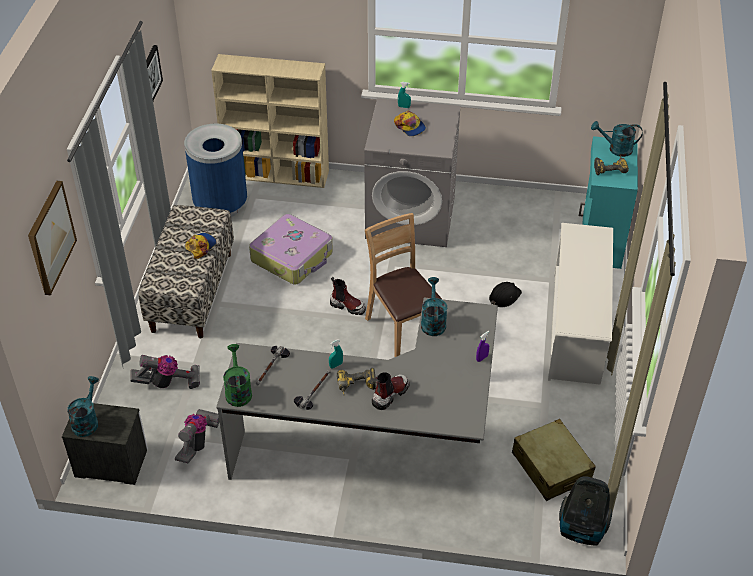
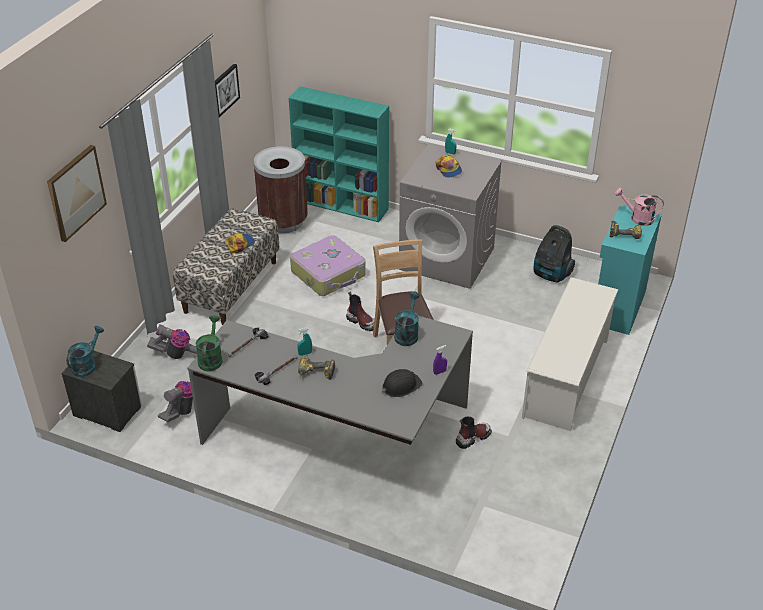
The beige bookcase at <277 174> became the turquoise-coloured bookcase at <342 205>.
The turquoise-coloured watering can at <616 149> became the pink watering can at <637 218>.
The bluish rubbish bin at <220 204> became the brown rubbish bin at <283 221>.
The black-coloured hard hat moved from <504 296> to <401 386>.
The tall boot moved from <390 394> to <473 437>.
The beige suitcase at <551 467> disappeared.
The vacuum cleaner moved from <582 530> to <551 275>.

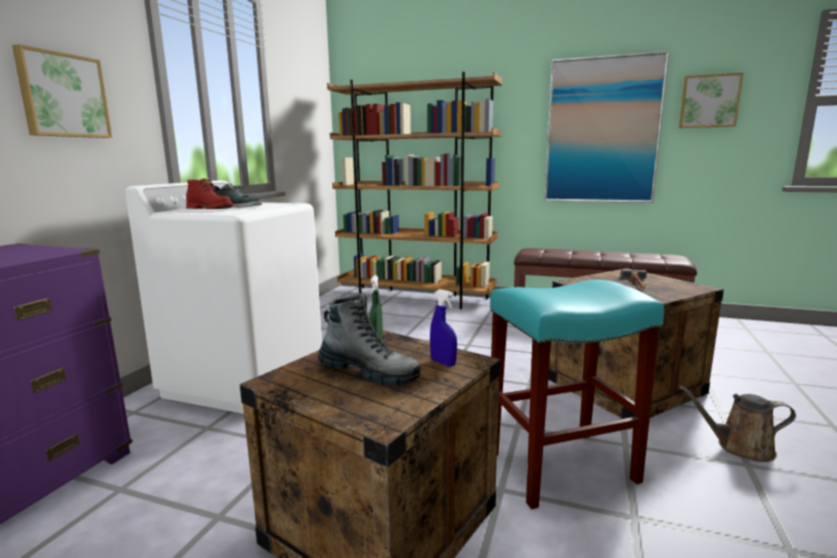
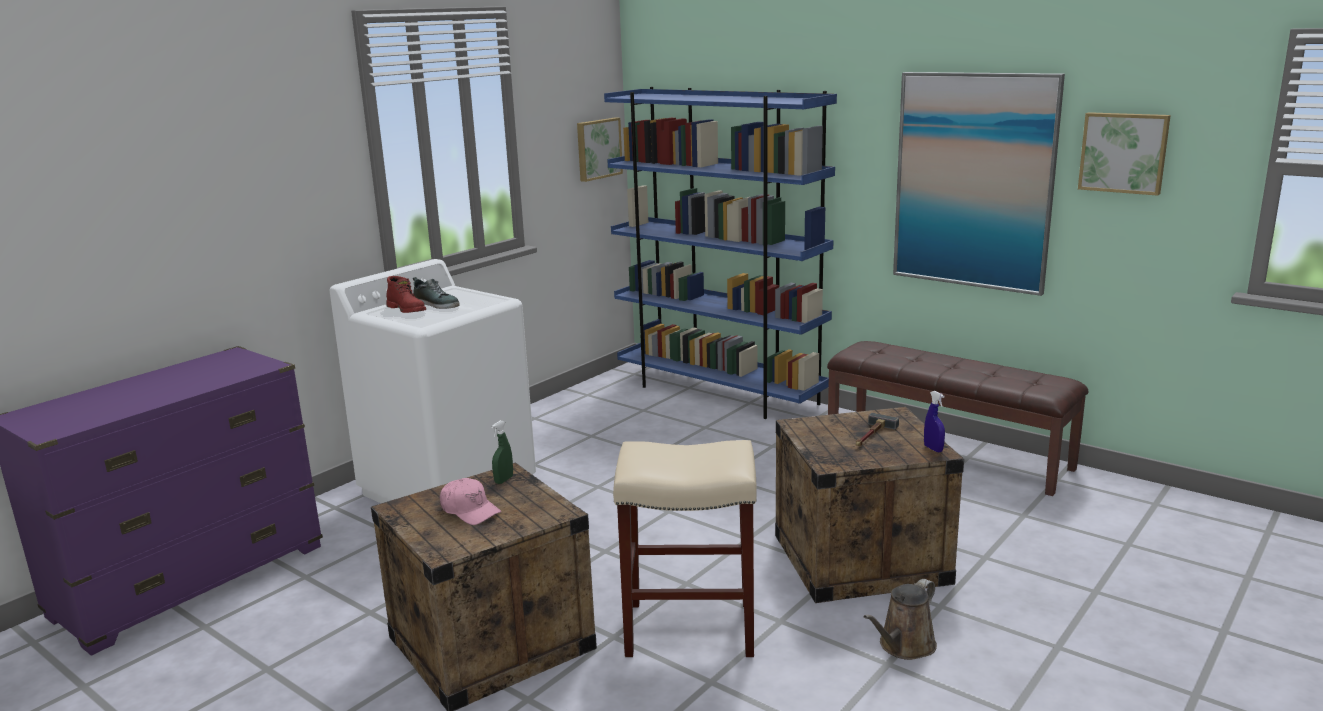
The wall picture moved from <63 95> to <597 148>.
The brown bookcase at <416 298> became the bluish bookcase at <720 393>.
The turquoise-coloured sitting stool at <560 468> became the beige sitting stool at <688 629>.
The bluish spray bottle moved from <443 363> to <933 449>.
The tall boot at <369 372> was replaced by the pink baseball cap at <470 510>.
The brown watering can at <740 447> turned 75 degrees counterclockwise.

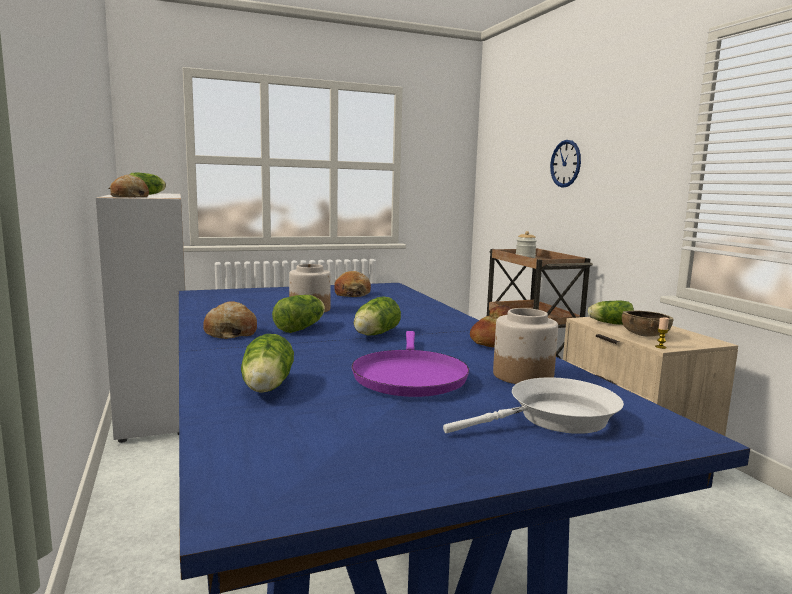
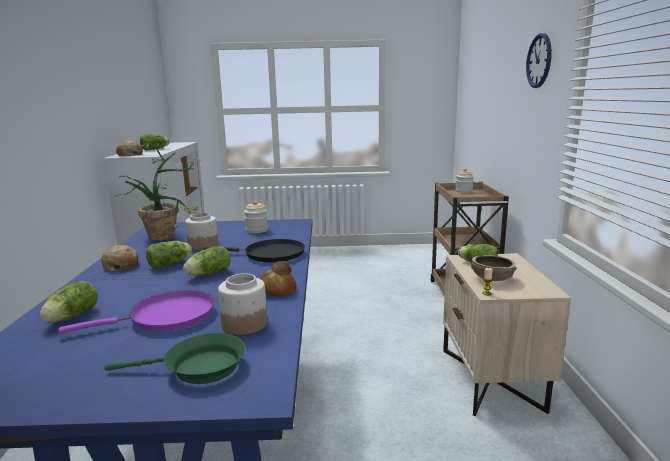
The wall clock moved from <565 163> to <539 61>.
The baked bread at <352 293> was replaced by the storage jar at <257 230>.
The purple frying pan at <409 377> turned 135 degrees counterclockwise.
The white-coloured frying pan at <555 419> became the green-coloured frying pan at <198 368>.
The houseplant at <169 235> appeared.
The black-coloured frying pan at <270 254> appeared.

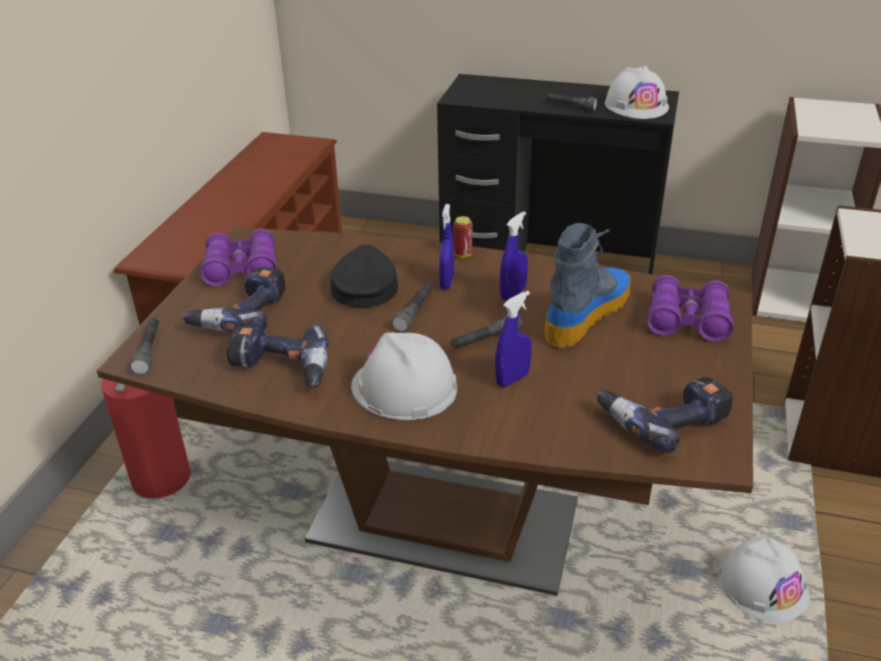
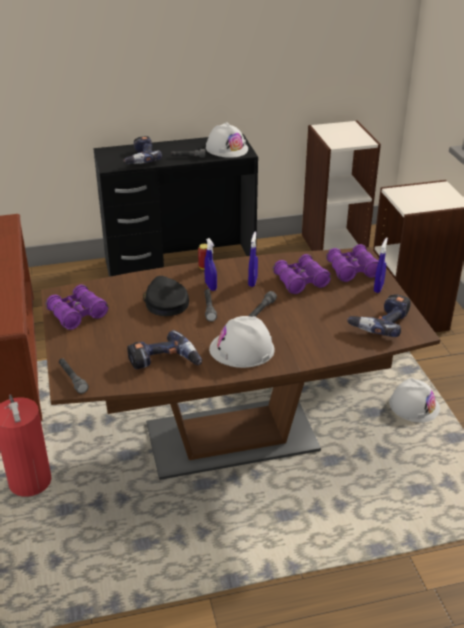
The tall boot at <586 314> was replaced by the purple pair of binoculars at <300 281>.
The electric drill moved from <241 314> to <140 158>.
The bluish spray bottle moved from <512 379> to <378 288>.

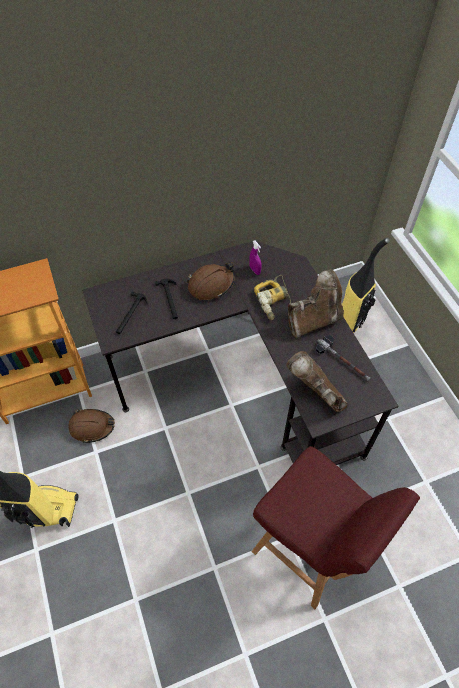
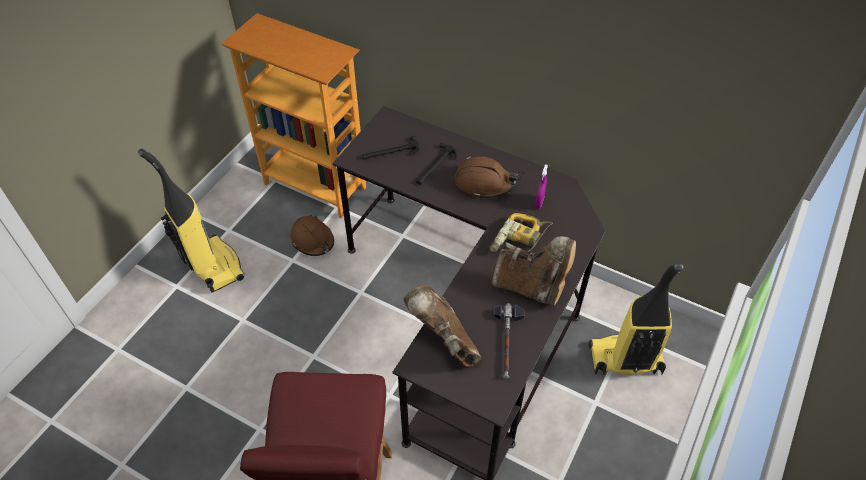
The brown tall boot at <314 393> turned 45 degrees counterclockwise.

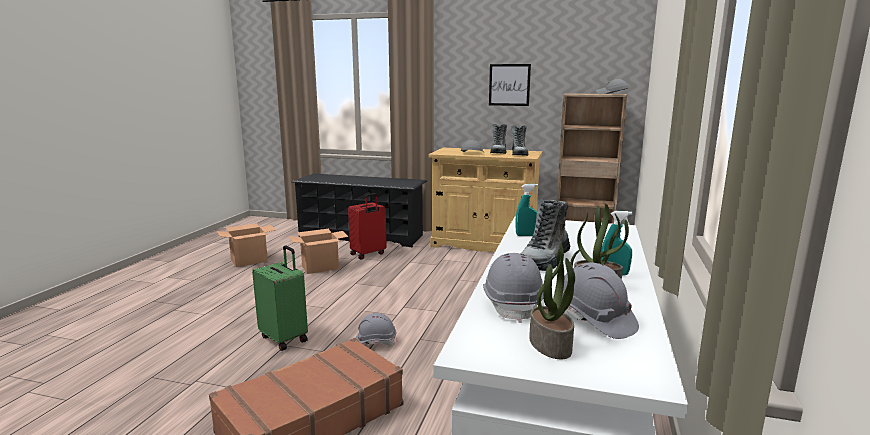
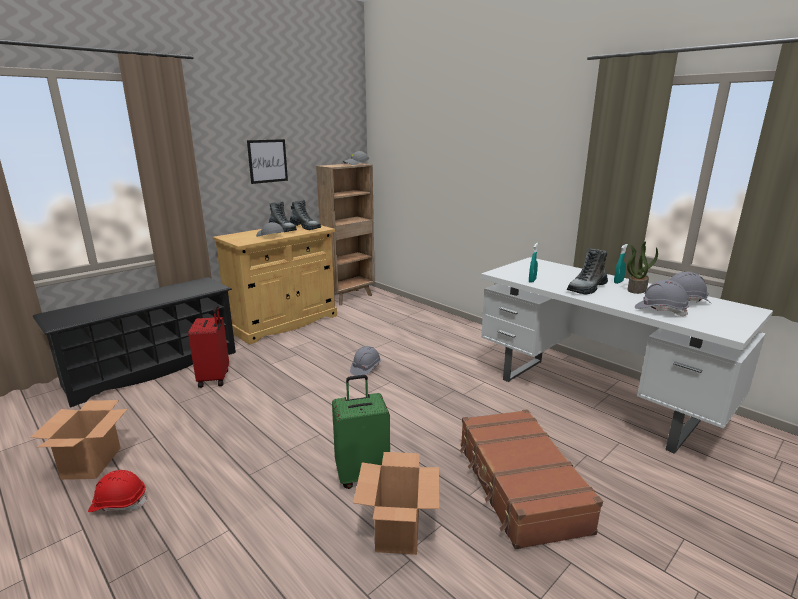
The tall boot at <544 260> turned 75 degrees clockwise.
The packing box moved from <320 267> to <397 529>.
The houseplant at <551 345> disappeared.
The gray hard hat moved from <374 342> to <365 369>.
The red-coloured hard hat at <119 503> appeared.

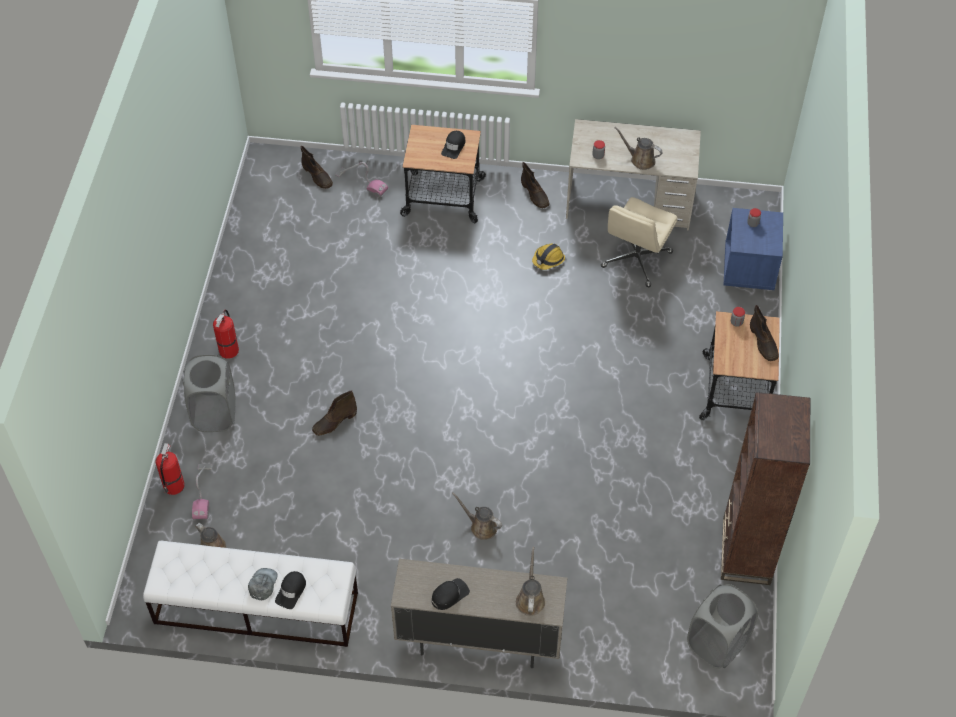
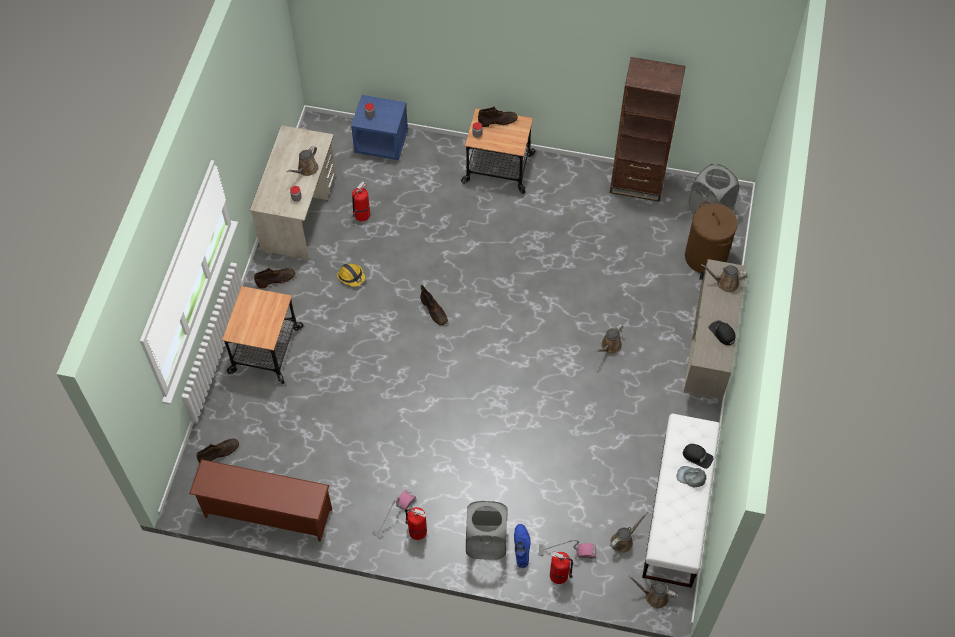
The black-coloured baseball cap at <454 147> disappeared.
The vacuum cleaner moved from <361 183> to <393 515>.
The beige computer chair at <636 260> was replaced by the fire-fighting cylinder at <361 215>.
The brown tall boot moved from <334 422> to <434 311>.
The brown washing basket at <706 257> appeared.
The brown shoe rack at <266 514> appeared.
The bluish tall boot at <521 546> appeared.
The brown watering can at <654 596> appeared.

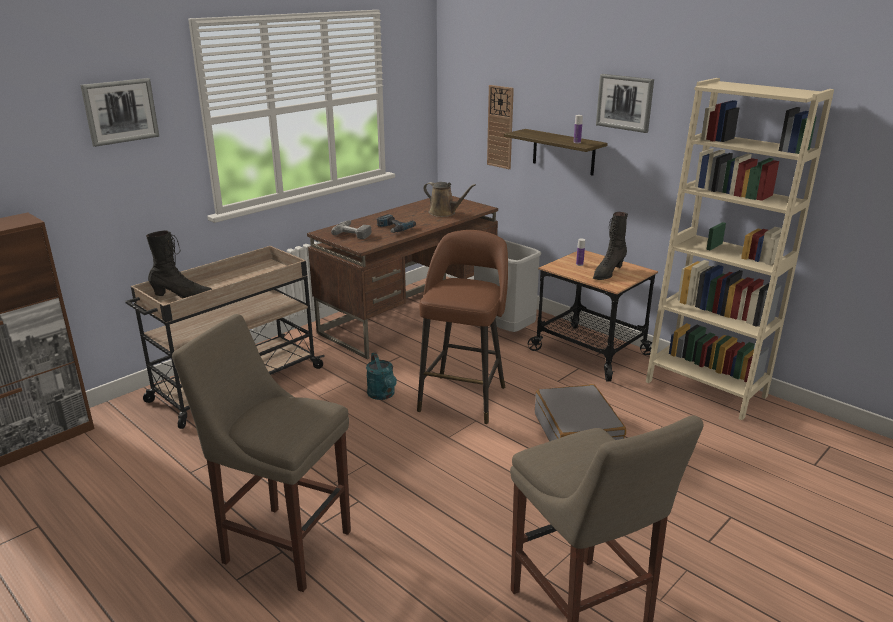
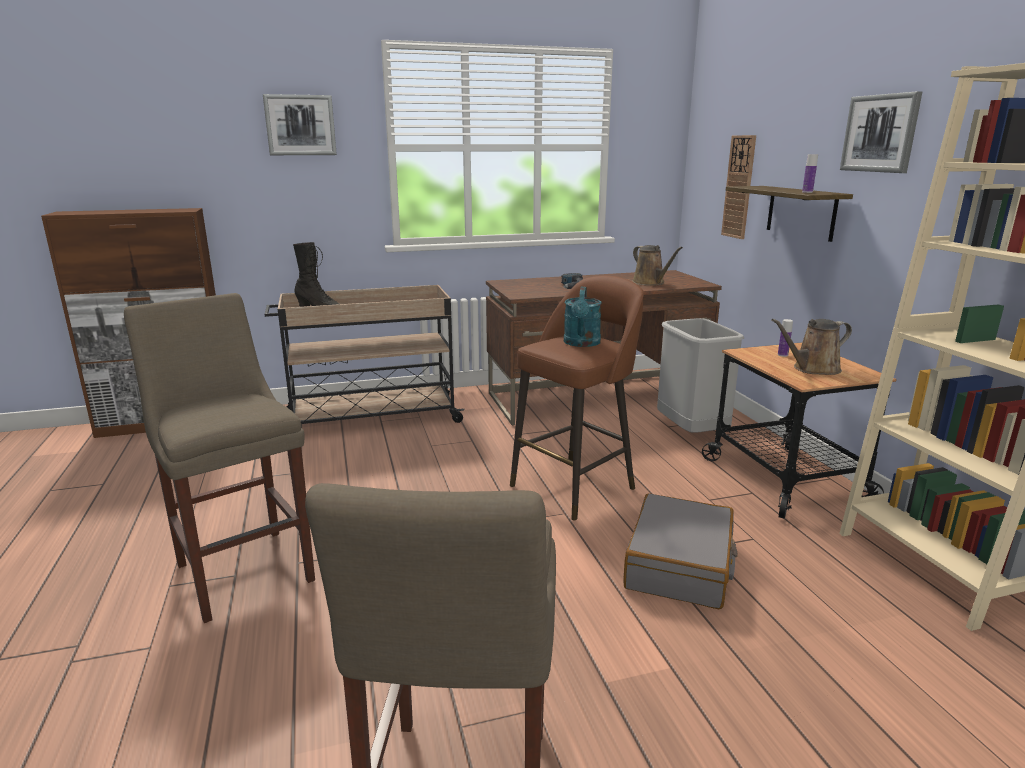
The black-coloured tall boot at <607 273> was replaced by the brown watering can at <812 369>.
The electric drill at <354 233> disappeared.
The turquoise-coloured watering can moved from <383 395> to <581 343>.

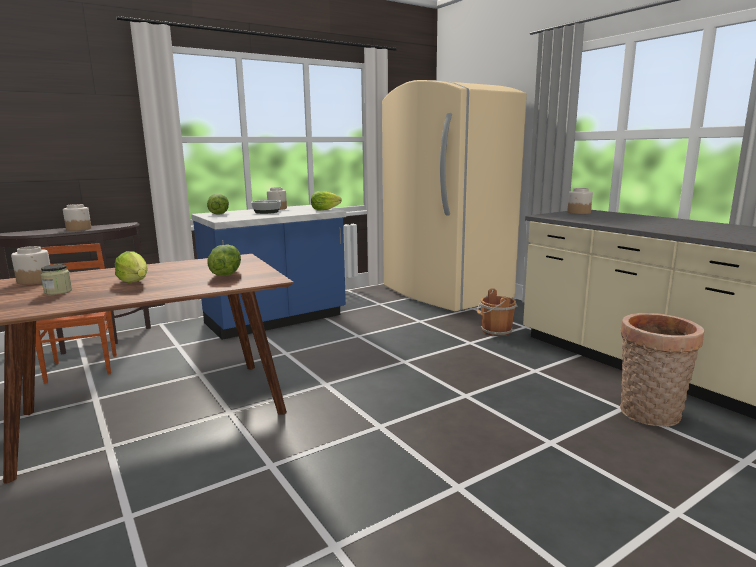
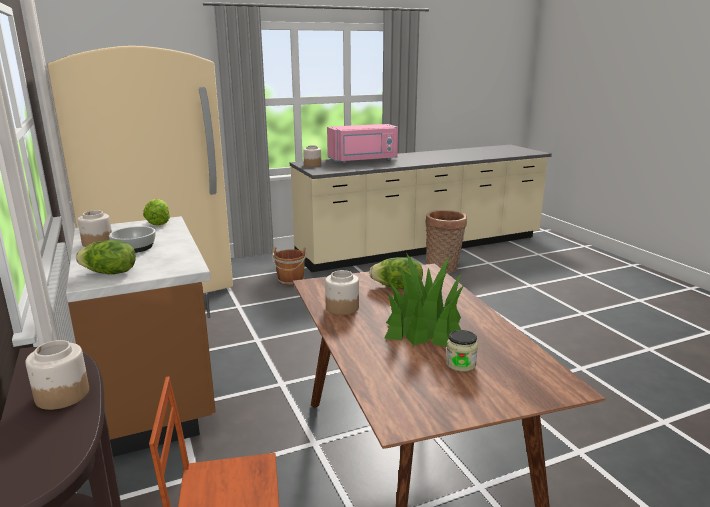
The bluish kitchen base unit at <276 320> became the brown kitchen base unit at <155 391>.
The storage jar moved from <35 280> to <341 307>.
The lettuce at <135 282> was replaced by the houseplant at <423 326>.
The pink kitchen microwave at <363 160> appeared.

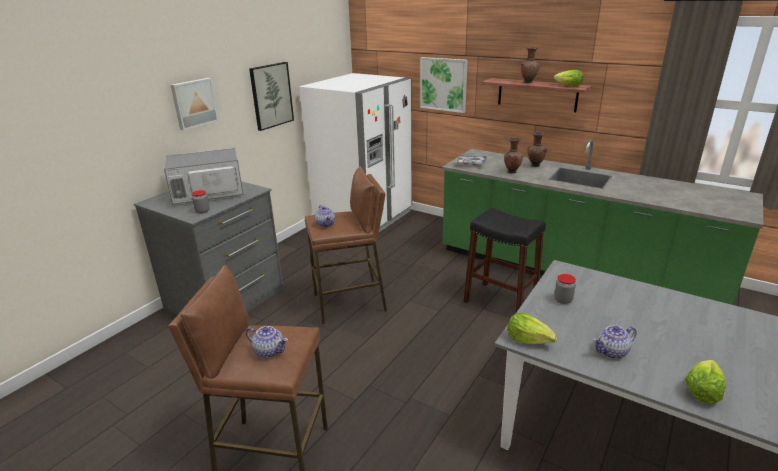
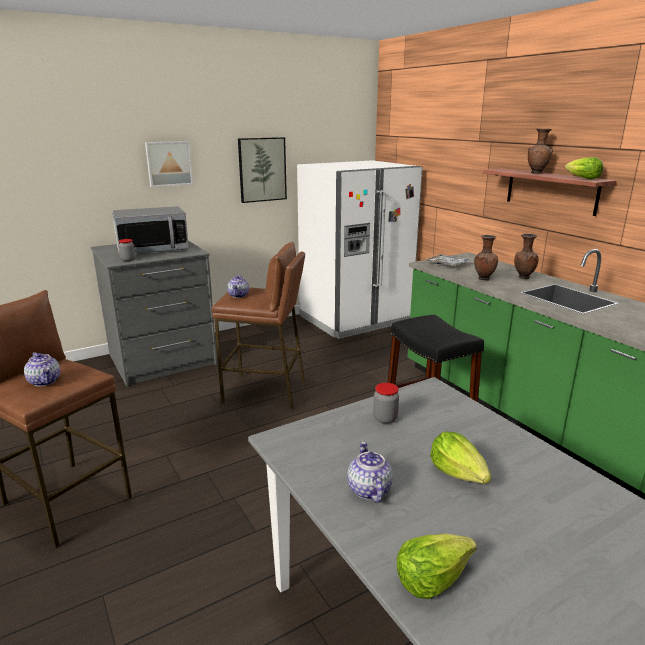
The wall picture at <443 84> disappeared.
The kitchen microwave at <208 194> turned 150 degrees clockwise.
The lettuce moved from <528 339> to <458 473>.
The teapot at <611 352> turned 75 degrees clockwise.

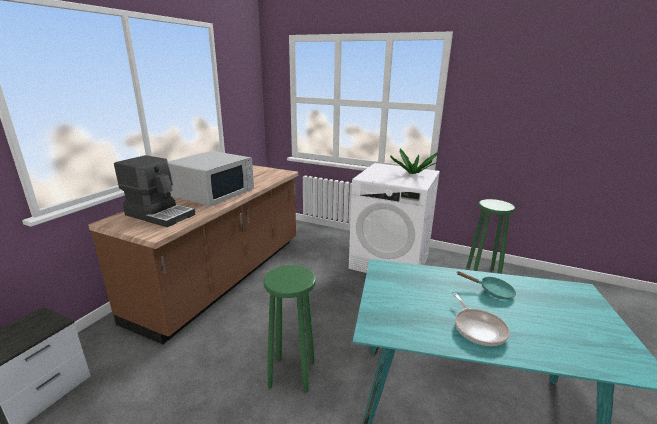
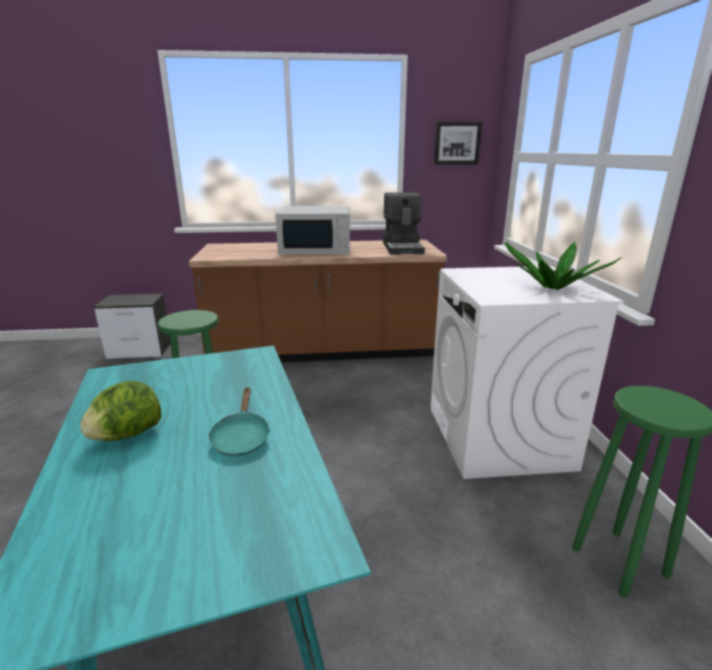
The coffee maker moved from <160 214> to <403 248>.
The frying pan at <478 328> was replaced by the lettuce at <127 435>.
The wall picture at <457 143> appeared.

